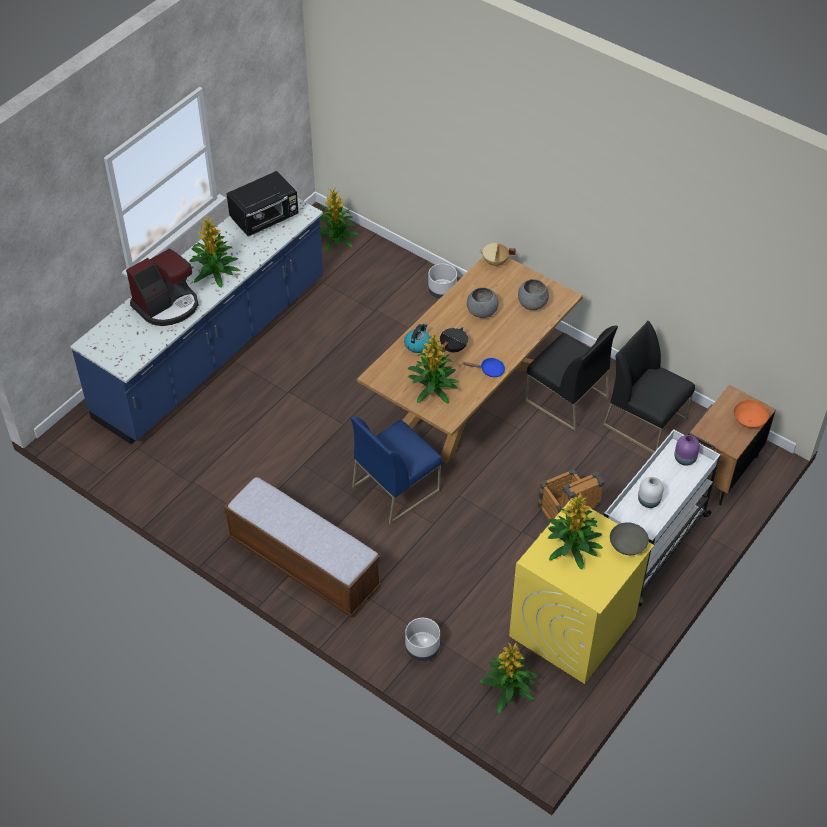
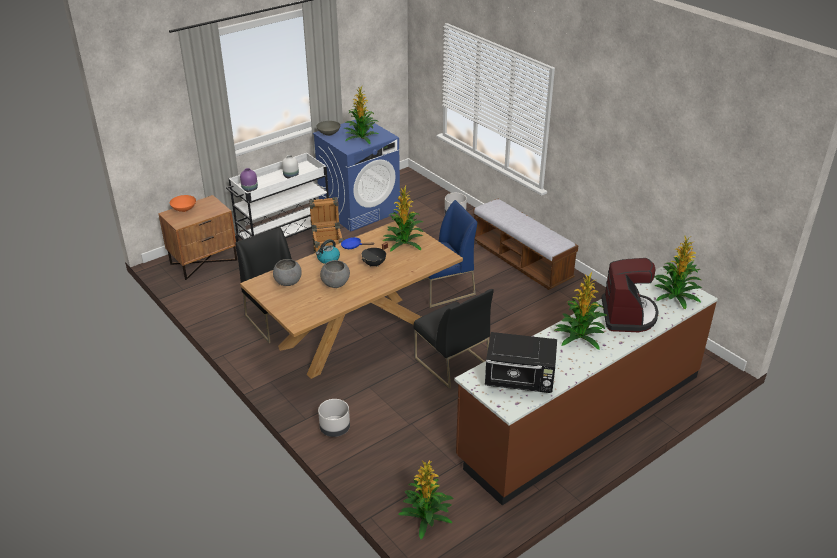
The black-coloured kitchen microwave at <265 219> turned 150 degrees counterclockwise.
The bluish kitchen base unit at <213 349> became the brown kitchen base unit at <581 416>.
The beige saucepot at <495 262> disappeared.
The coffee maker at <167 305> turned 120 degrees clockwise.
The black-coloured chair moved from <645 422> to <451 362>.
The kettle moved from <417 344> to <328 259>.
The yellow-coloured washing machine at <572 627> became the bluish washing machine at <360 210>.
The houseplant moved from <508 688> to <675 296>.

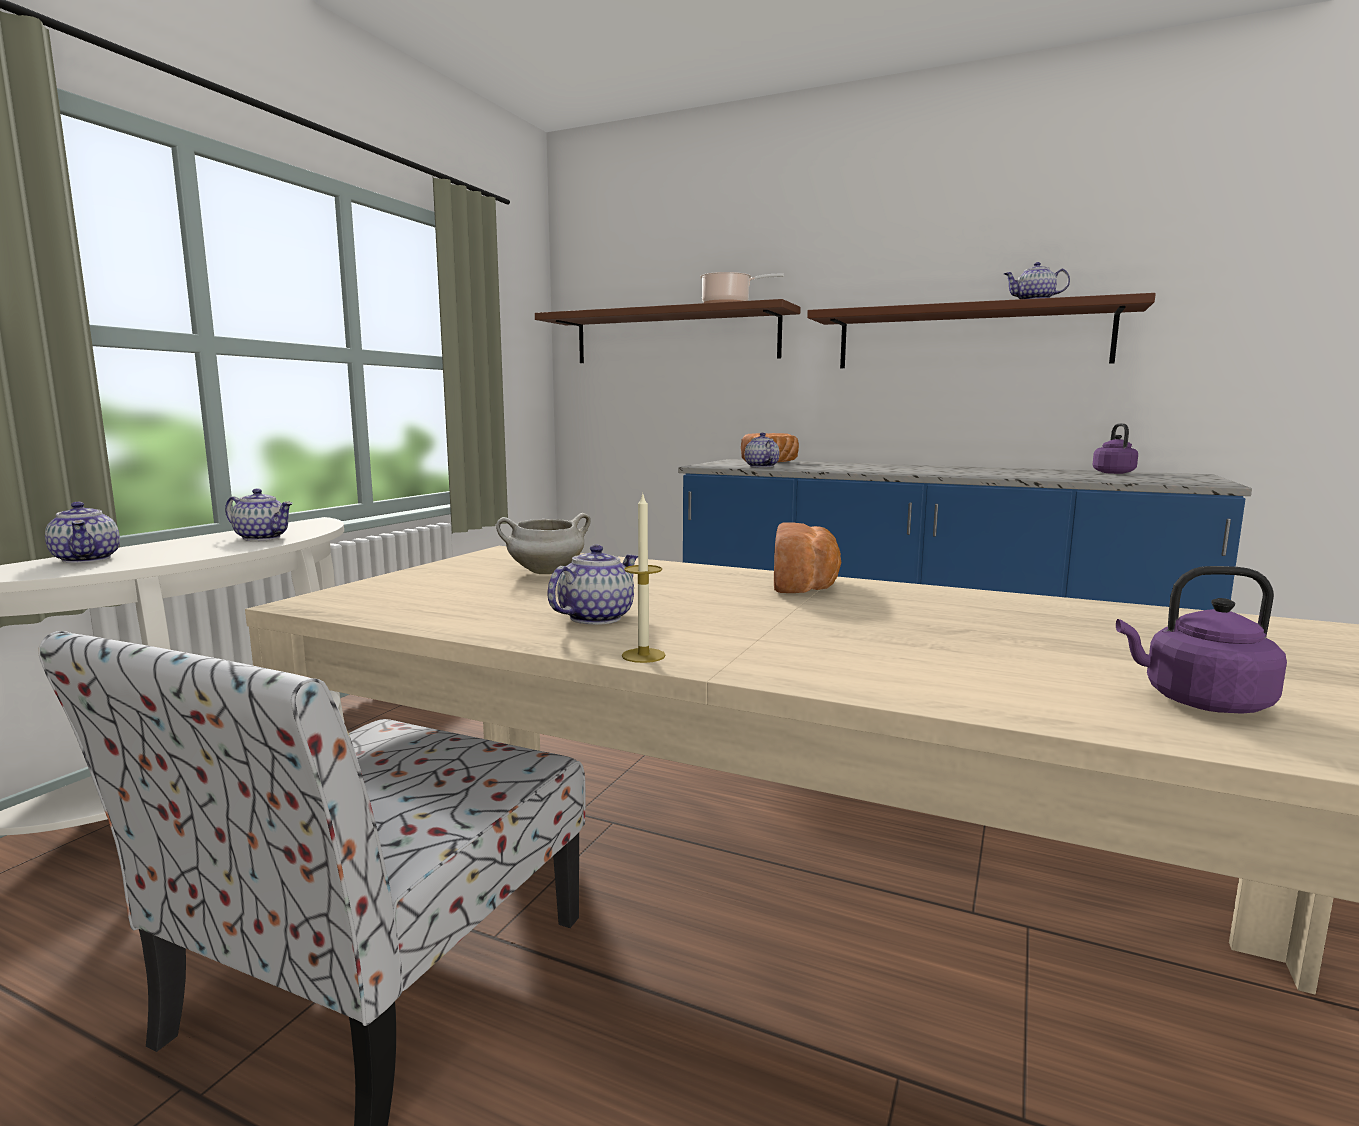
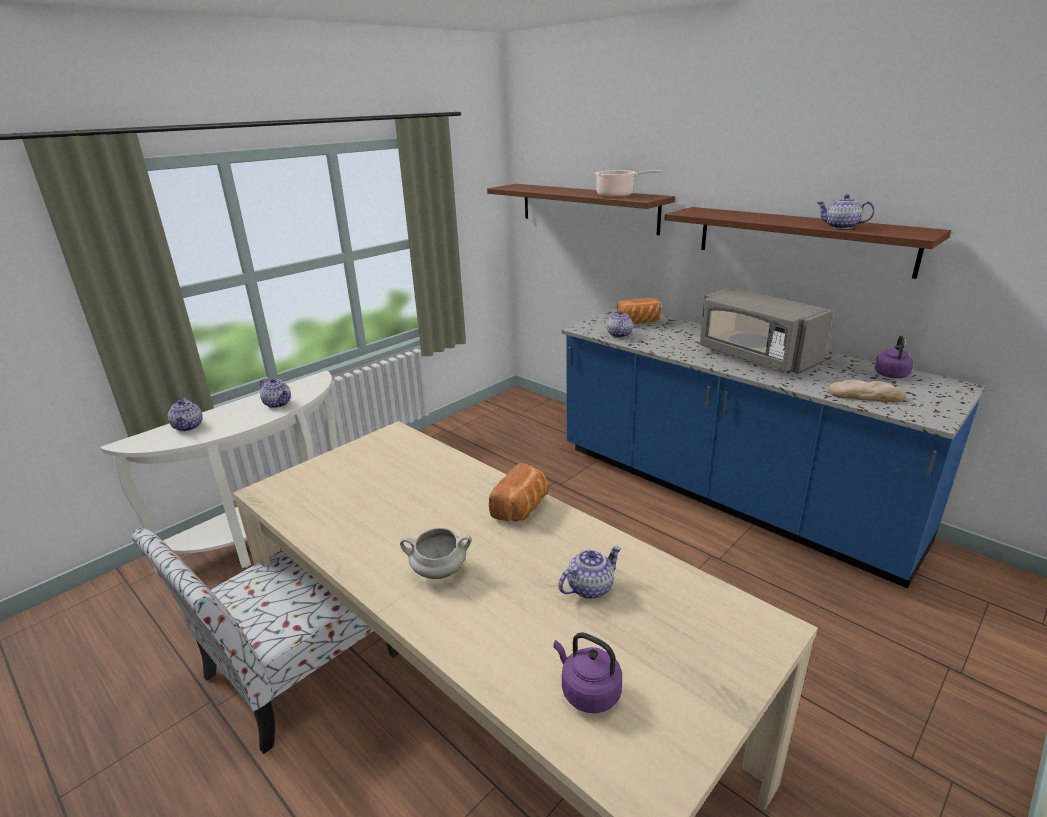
The wax candle at <643 655> disappeared.
The white-coloured saucepot moved from <545 572> to <438 572>.
The teapot moved from <596 617> to <590 587>.
The gray kitchen microwave at <756 357> appeared.
The baked bread at <865 395> appeared.

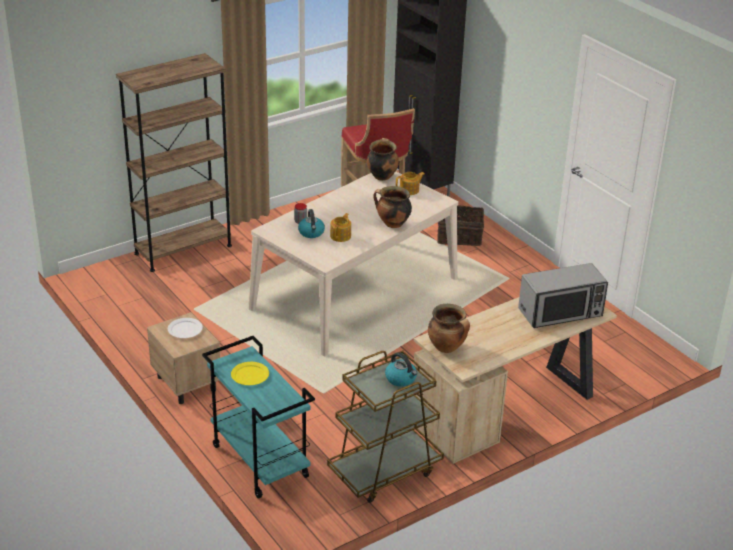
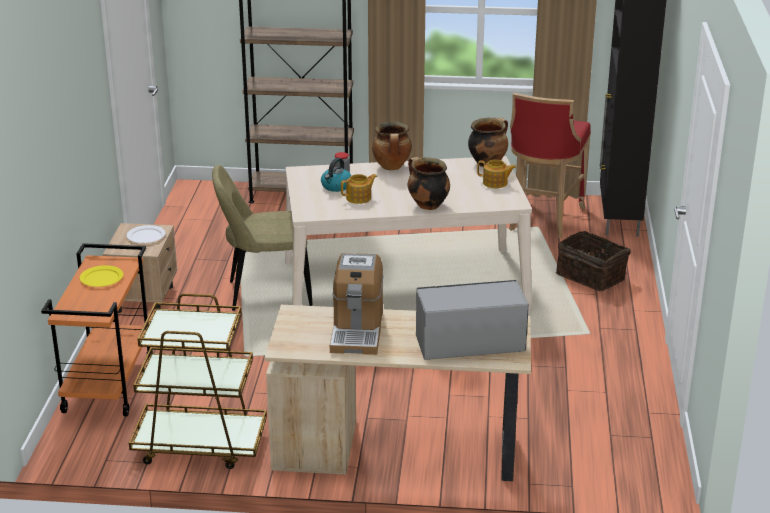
The kitchen microwave at <561 313> turned 150 degrees clockwise.
The saucepot moved from <447 348> to <392 167>.
The turquoise-coloured trolley at <258 461> became the orange trolley at <108 384>.
The kettle at <401 379> disappeared.
The beige chair at <265 293> appeared.
The coffee maker at <357 331> appeared.

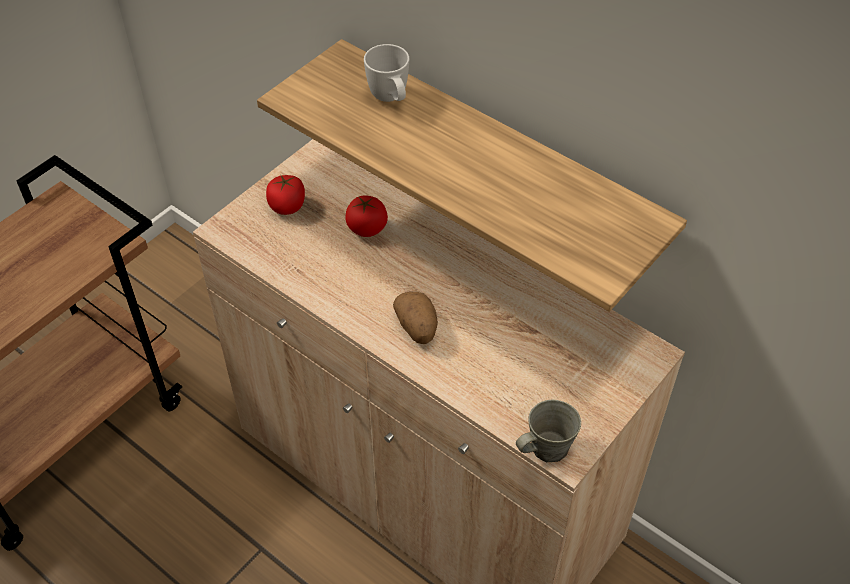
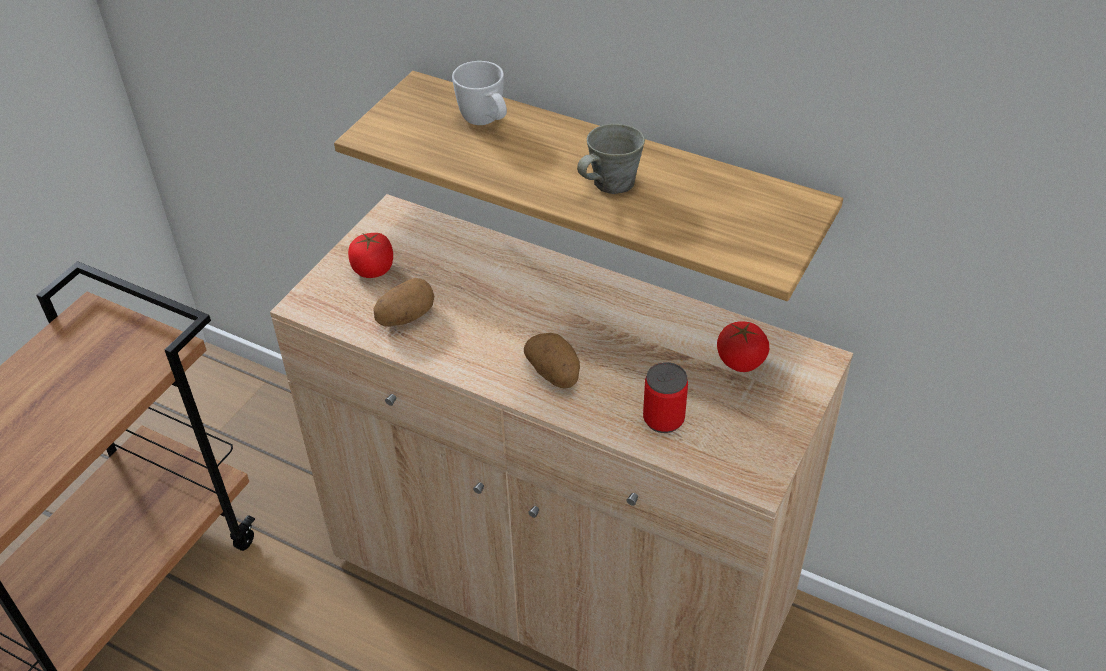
The fresh tomato moved from <367 227> to <740 361>.
The gray coffee mug moved from <546 448> to <610 184>.
The whole potato at <406 317> appeared.
The metal can at <663 419> appeared.

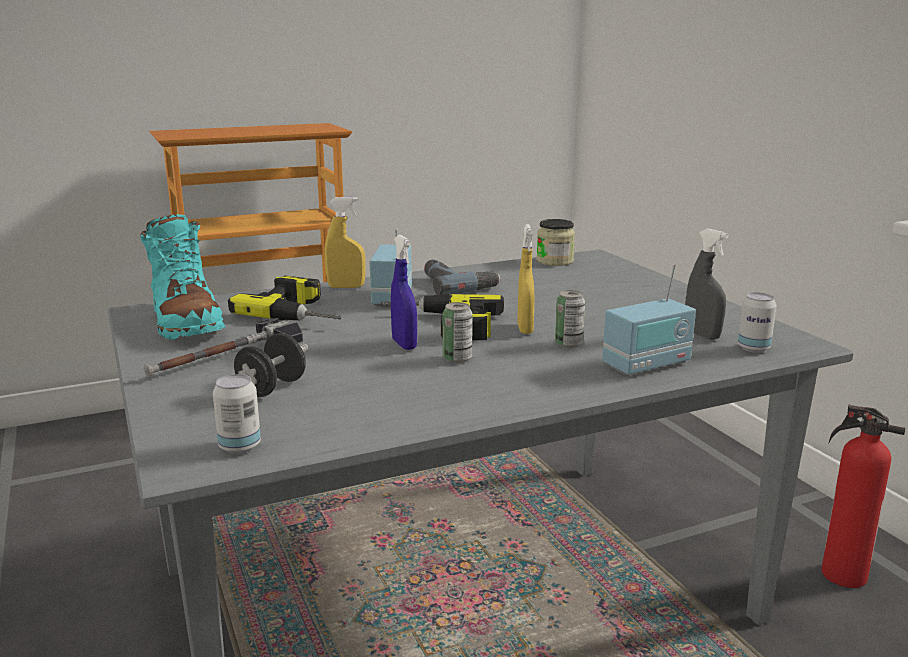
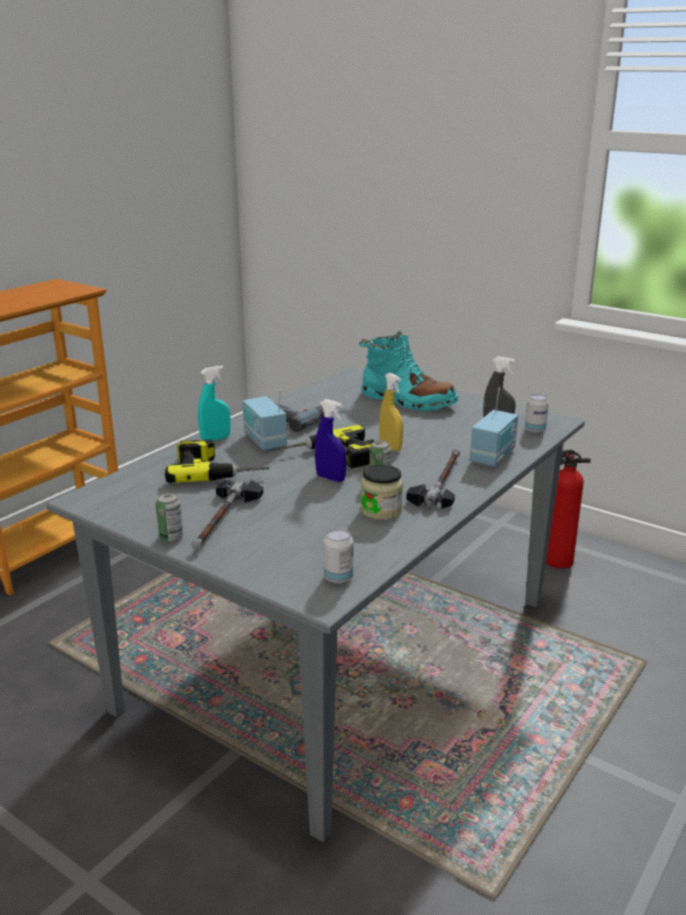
The yellow-coloured spray bottle at <346 287> became the turquoise-coloured spray bottle at <215 439>.
The turquoise-coloured tall boot moved from <185 322> to <407 401>.
The storage jar moved from <555 261> to <381 511>.
The metal can moved from <568 344> to <171 537>.
The black-coloured dumbbell at <272 388> disappeared.
The hand hammer at <441 483> appeared.

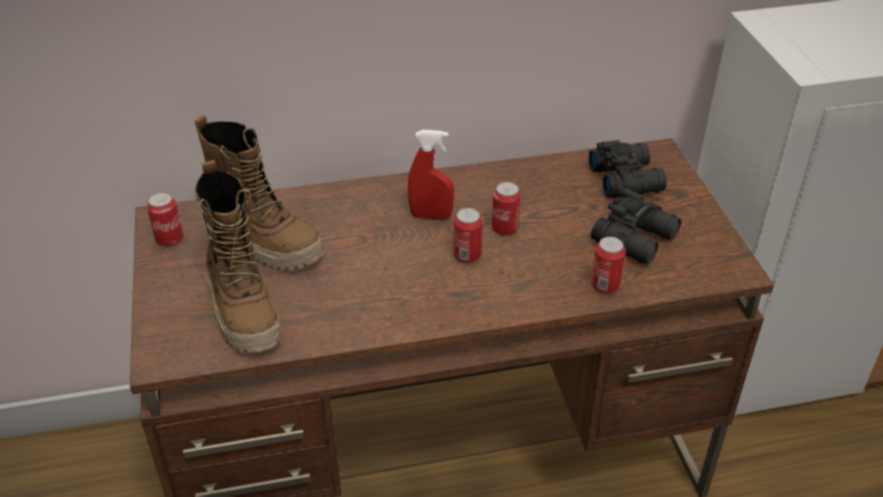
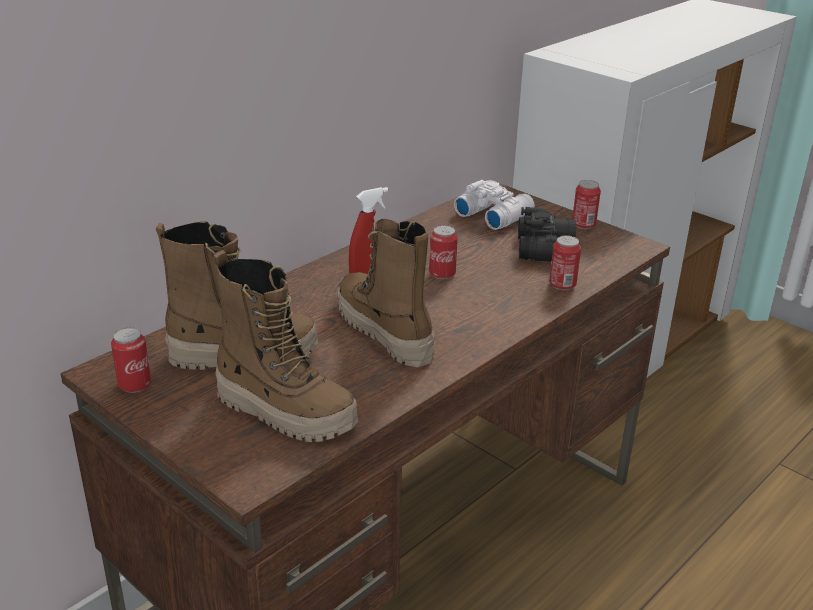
The black-coloured pair of binoculars at <626 178> became the white-coloured pair of binoculars at <493 214>.
The metal can moved from <467 255> to <583 225>.
The tall boot at <384 333> appeared.

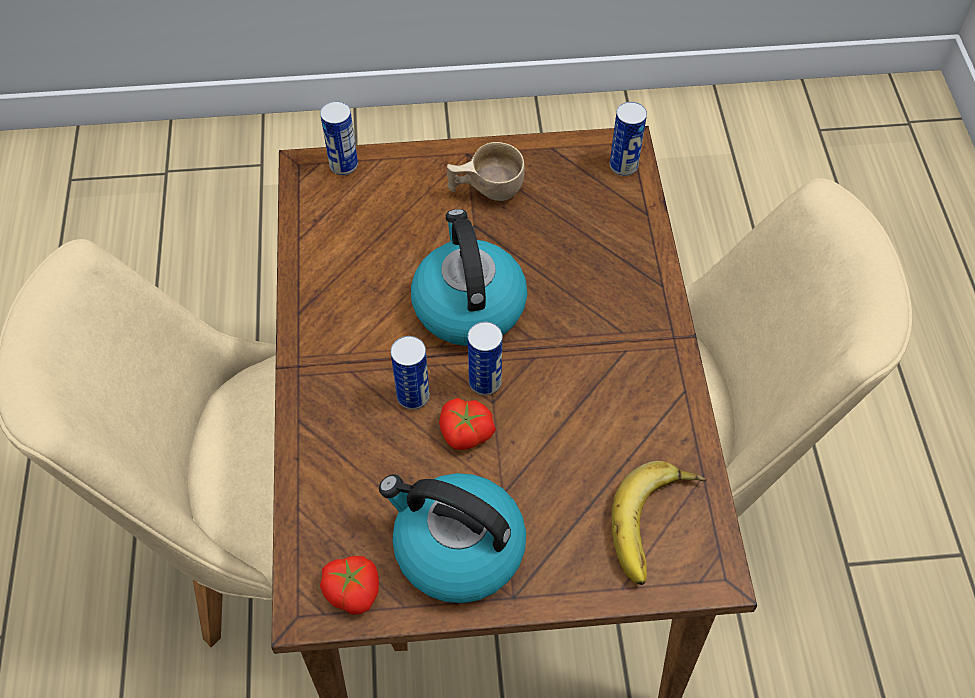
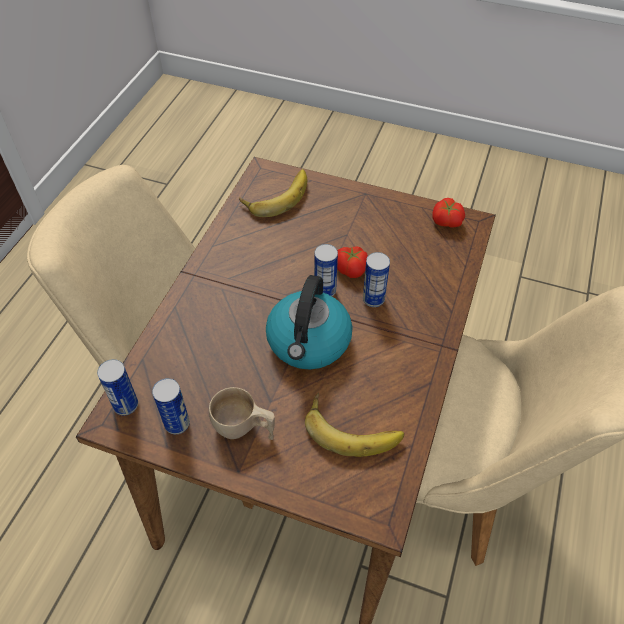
The metal can moved from <343 165> to <177 424>.
The kettle at <456 548> disappeared.
The banana at <353 427> appeared.

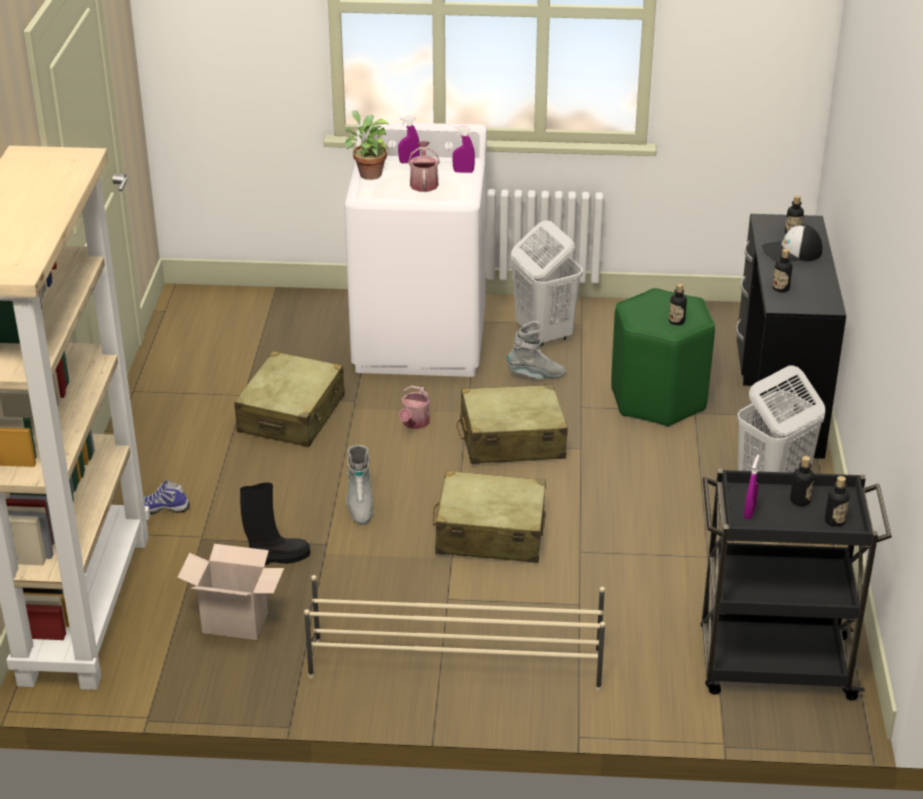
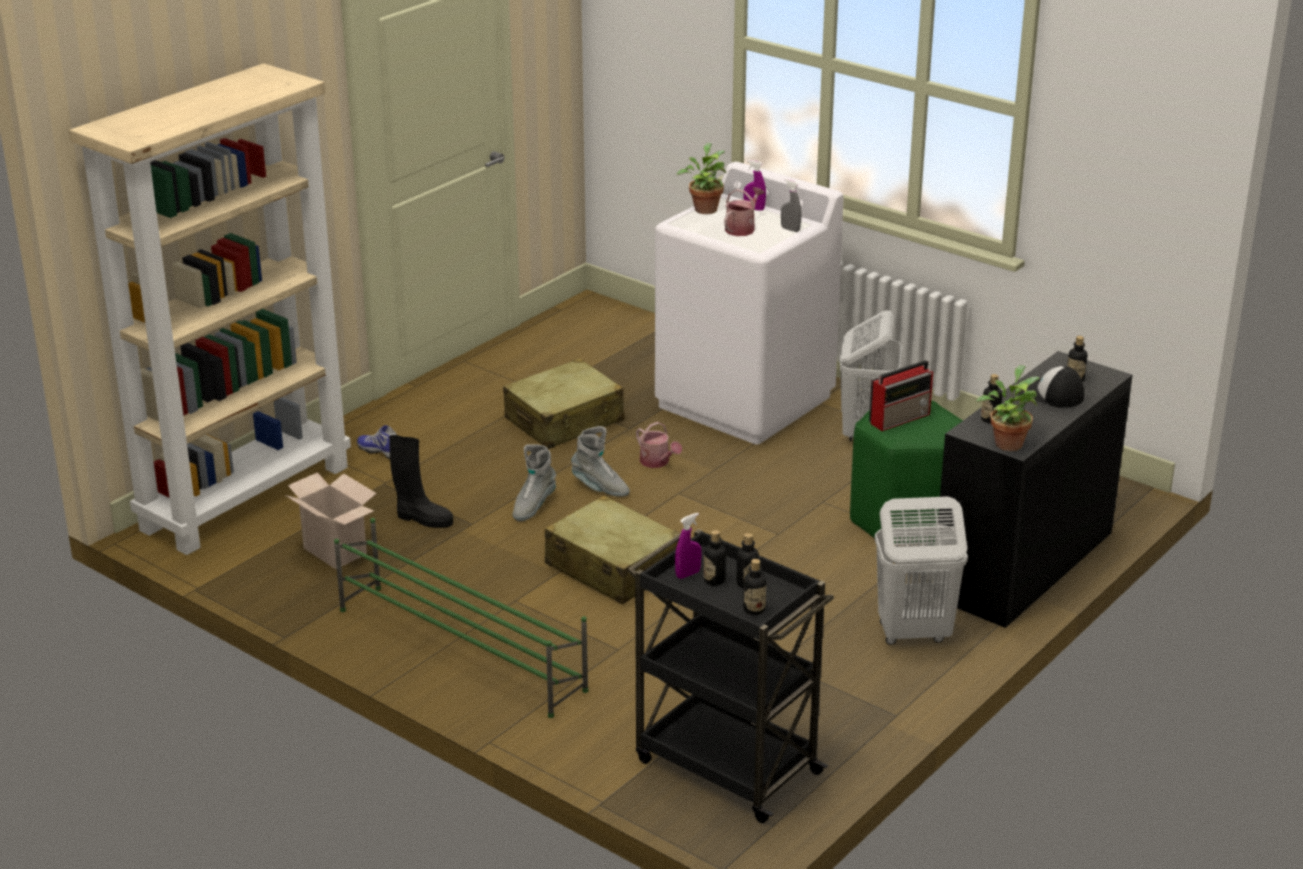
The purple spray bottle at <463 172> became the gray spray bottle at <790 229>.
The bottle moved from <676 321> to <714 580>.
The gray tall boot moved from <536 376> to <600 488>.
The beige suitcase at <511 440> disappeared.
The watering can at <414 423> turned 90 degrees counterclockwise.
The beige shoe rack at <454 664> became the green-coloured shoe rack at <460 648>.
The radio receiver at <900 418> appeared.
The houseplant at <1007 442> appeared.

